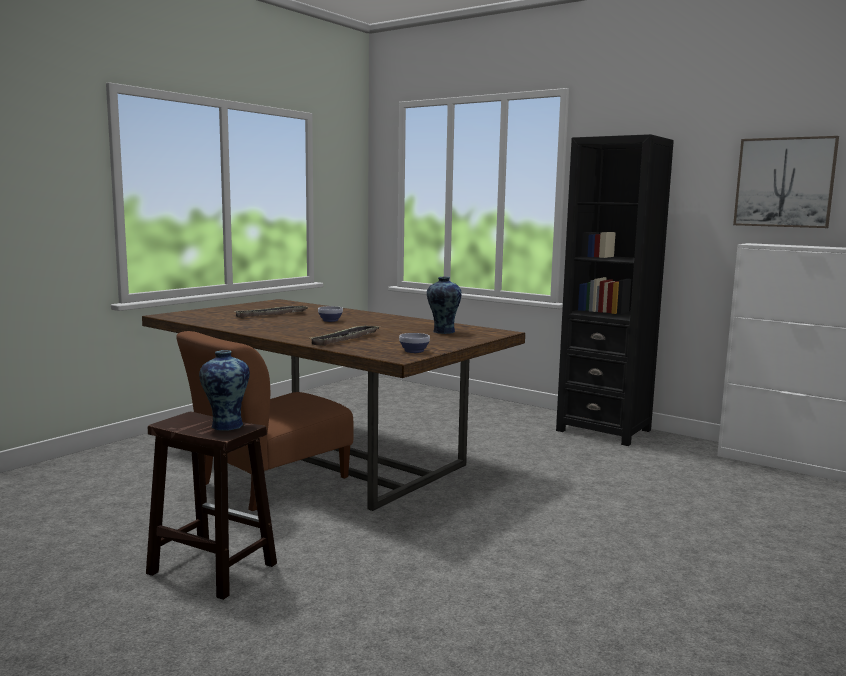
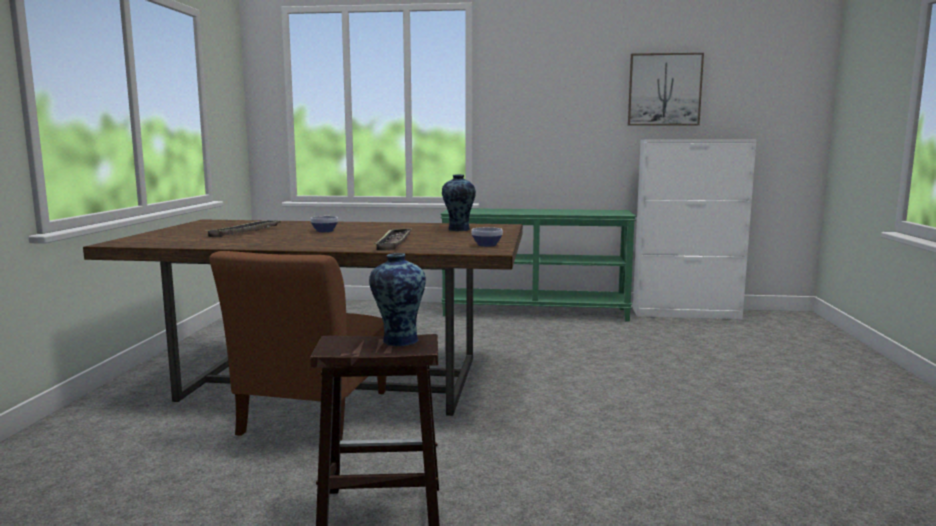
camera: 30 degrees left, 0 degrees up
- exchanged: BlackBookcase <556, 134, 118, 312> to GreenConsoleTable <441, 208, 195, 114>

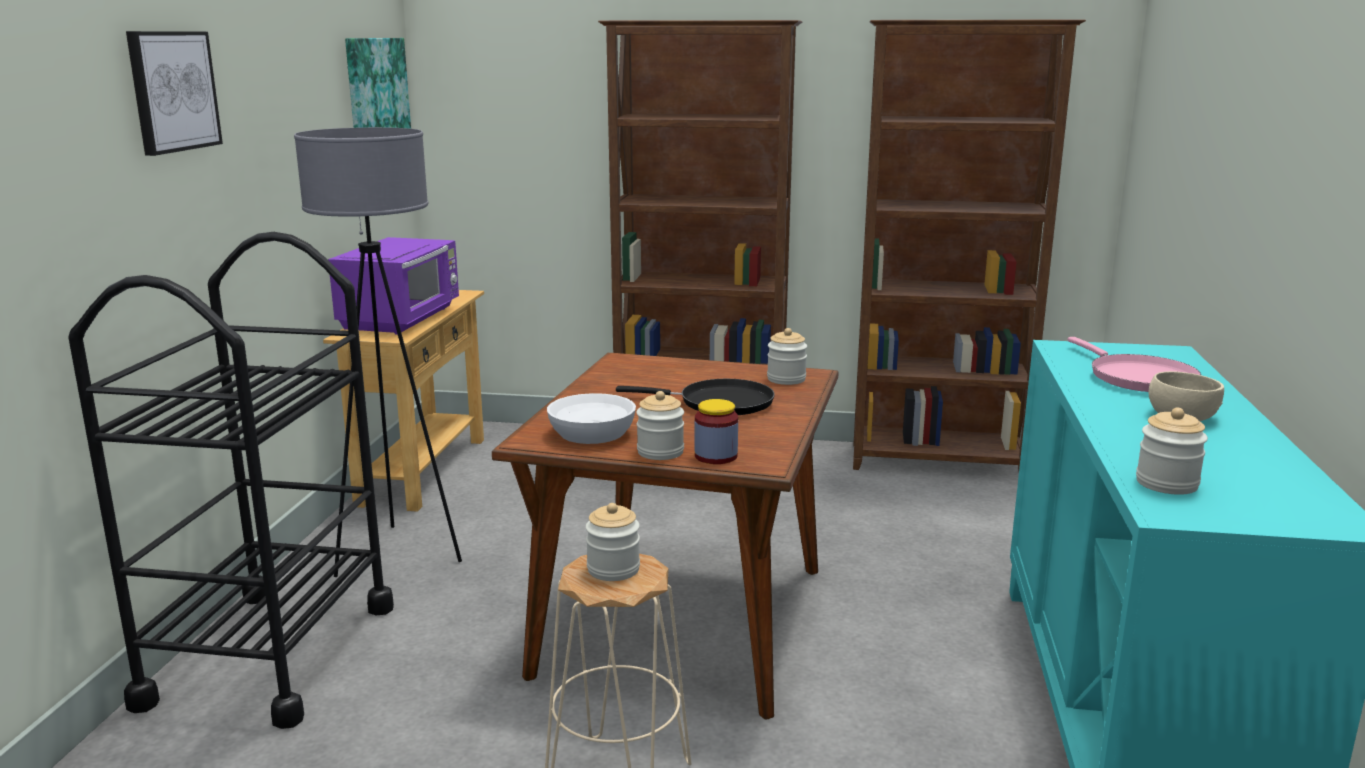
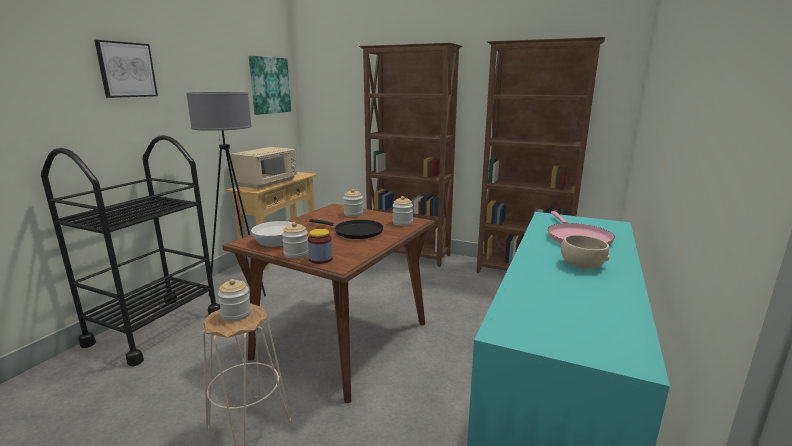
camera: 15 degrees right, 0 degrees up
- colour: PurpleMicrowave <328, 237, 131, 98> to BeigeMicrowave <230, 147, 67, 43>
- relocated: Jar <1136, 407, 72, 88> to <343, 189, 20, 28>

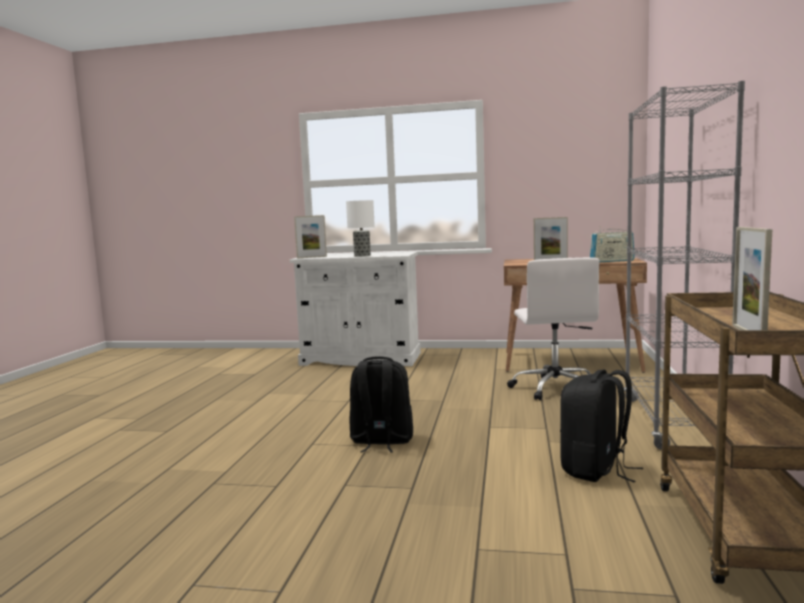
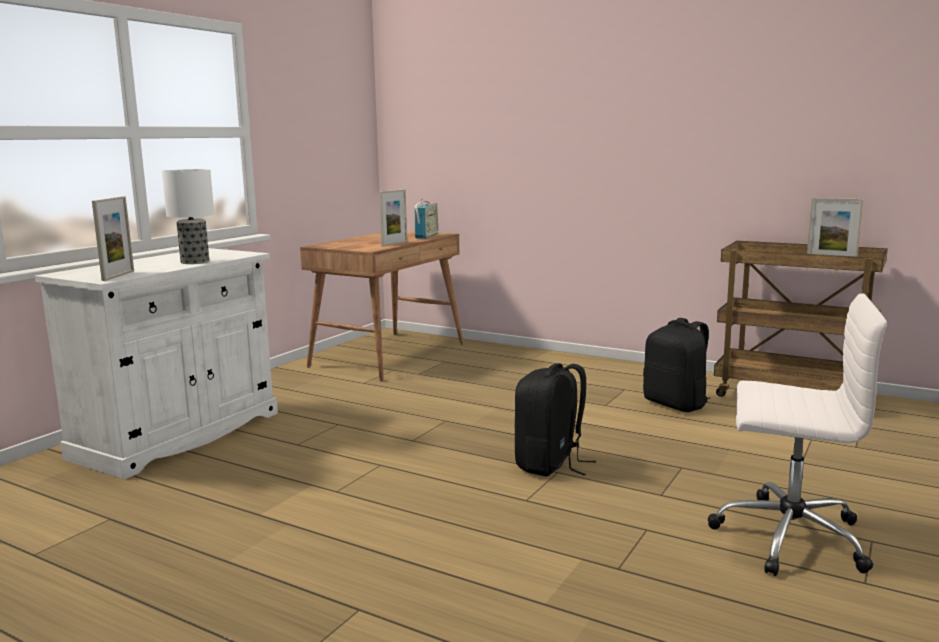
camera: 70 degrees left, 5 degrees up
- missing: GreyBookcase <624, 81, 121, 369>
- relocated: WhiteOfficeChair <507, 257, 93, 143> to <708, 294, 179, 282>

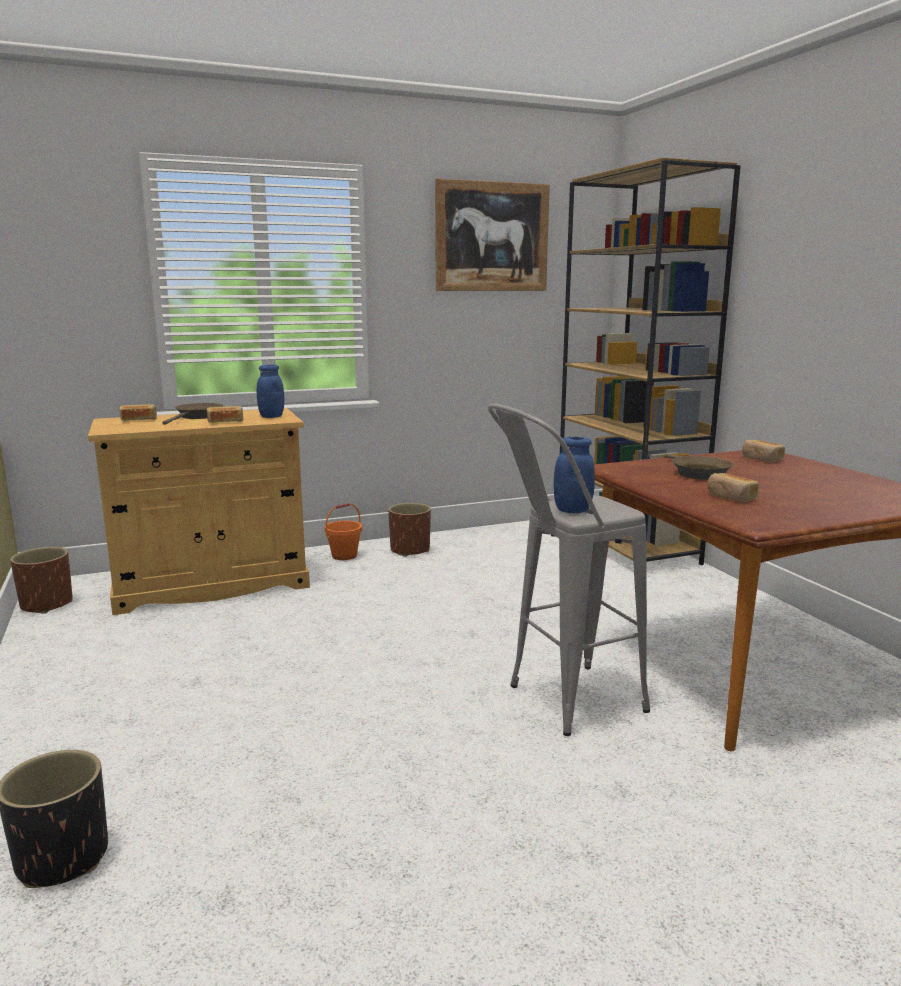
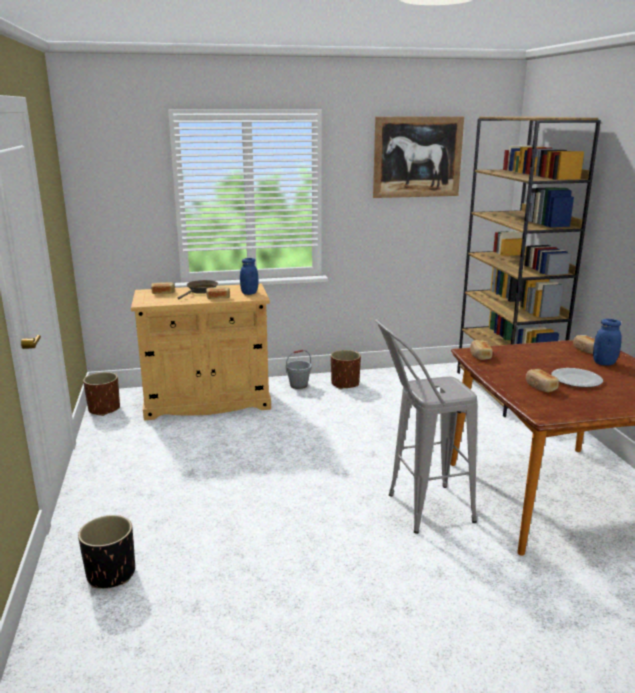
camera: 10 degrees right, 5 degrees up
- relocated: BlueJar <554, 437, 41, 76> to <593, 319, 28, 47>
- missing: BrownFryingPan <665, 454, 68, 26>
- colour: OrangeBucket <325, 503, 37, 57> to GreyBucket <285, 349, 27, 40>
- appeared: Bread <470, 340, 23, 20>
- appeared: Plate <551, 368, 52, 19>

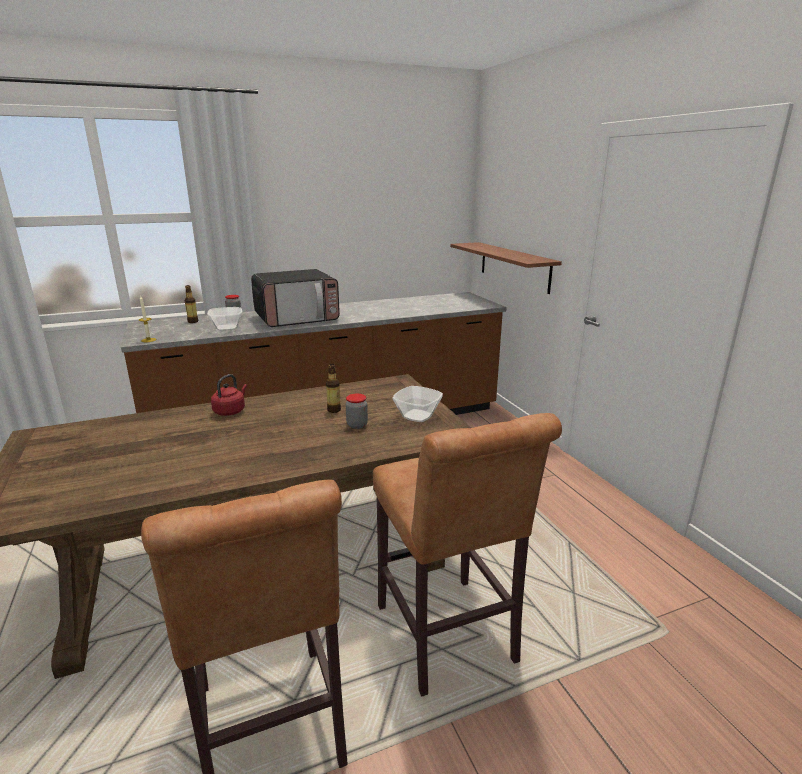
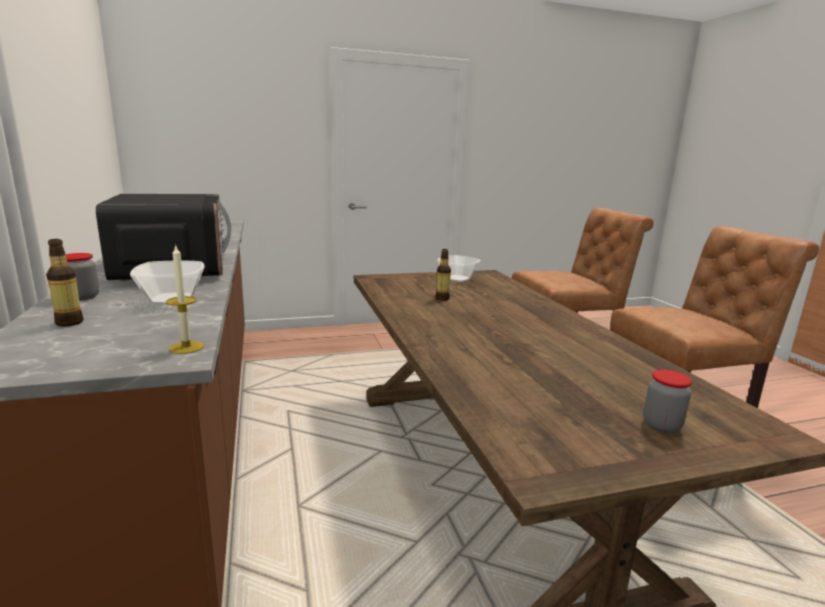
camera: 85 degrees left, 5 degrees down
- missing: Shelf <450, 242, 112, 52>
- missing: RedKettle <211, 374, 36, 42>
- relocated: Jar <346, 394, 22, 35> to <643, 370, 49, 63>

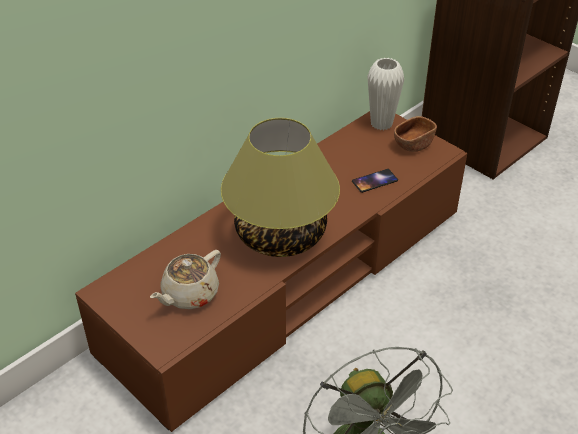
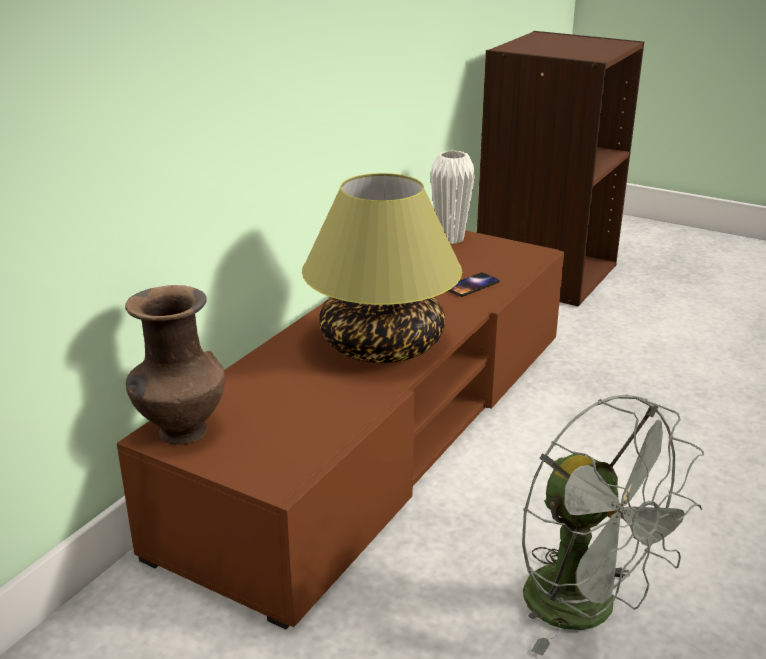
camera: 15 degrees left, 15 degrees down
- missing: BrownBowl <394, 116, 43, 36>
- missing: BeigeTeapot <150, 250, 71, 59>
- appeared: BrownVase <125, 285, 100, 160>

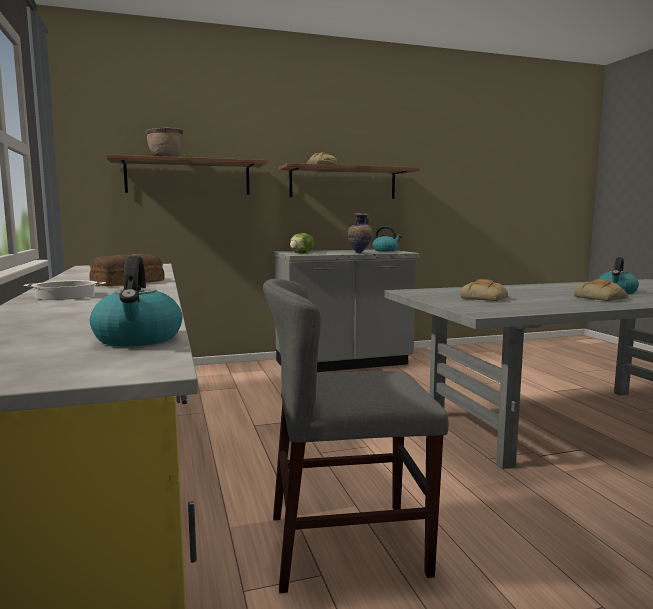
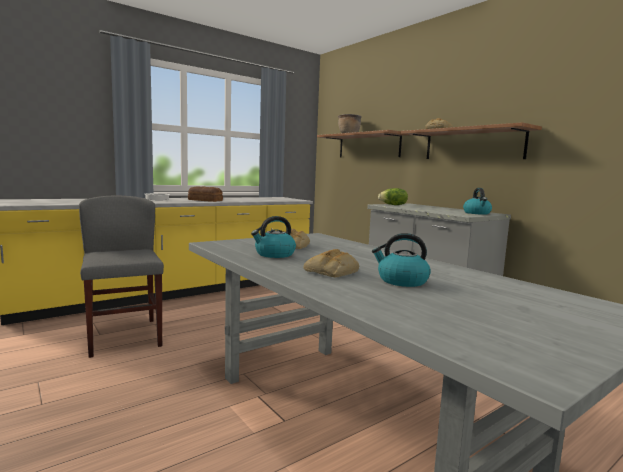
camera: 70 degrees right, 0 degrees up
- missing: Vase <348, 213, 25, 40>
- relocated: Kettle <90, 256, 92, 91> to <251, 216, 45, 42>

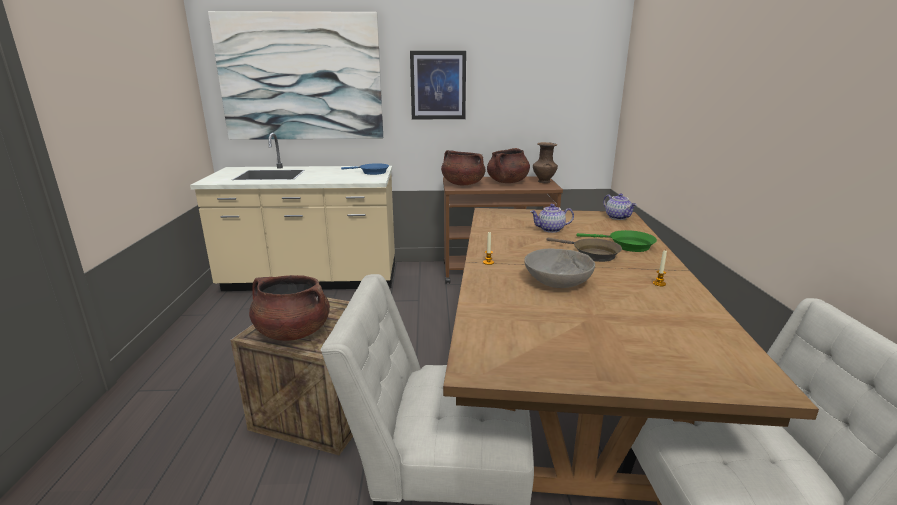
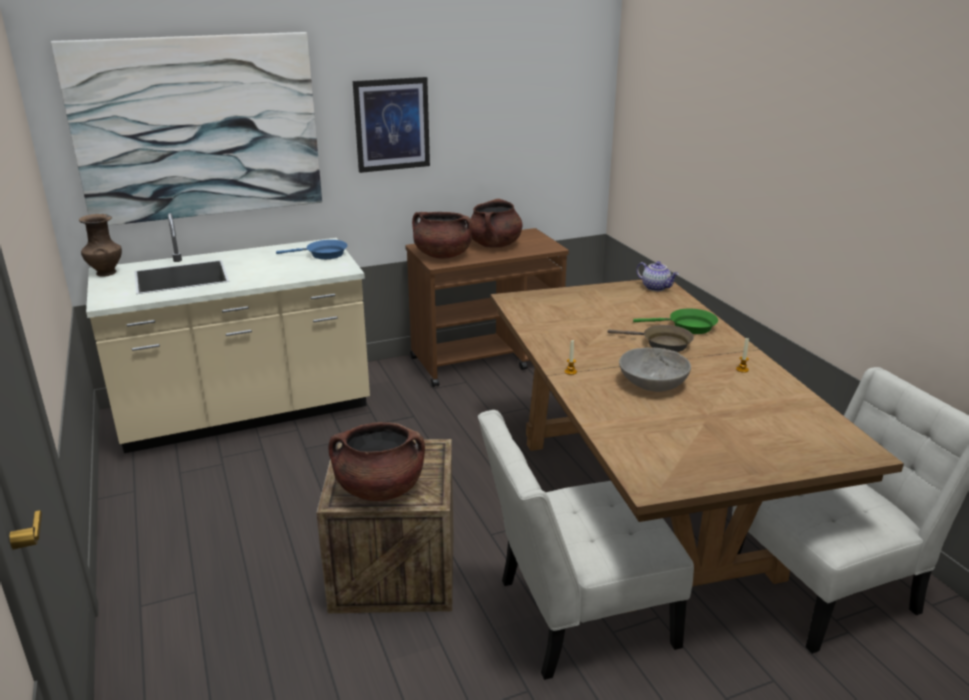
camera: 20 degrees left, 5 degrees up
- relocated: BrownVase <533, 142, 25, 41> to <79, 214, 43, 63>
- missing: Teapot <530, 204, 44, 29>

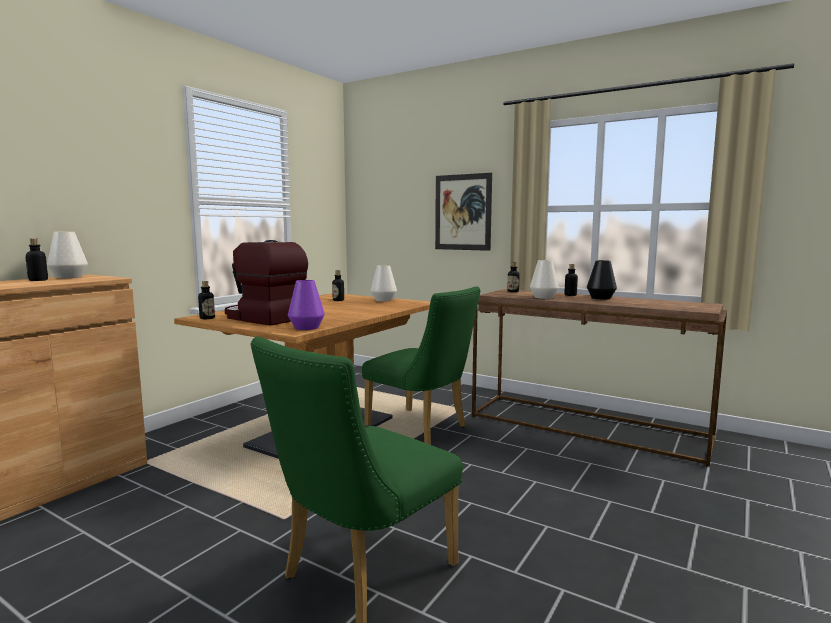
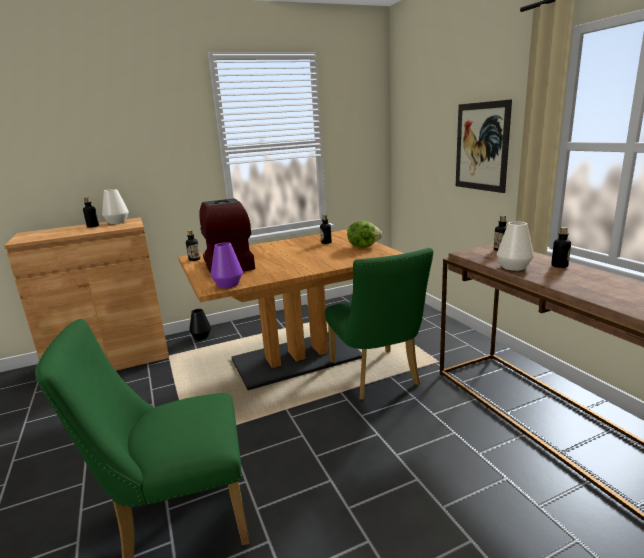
camera: 35 degrees right, 10 degrees up
- relocated: BlackVase <587, 260, 30, 40> to <189, 309, 22, 31>
- exchanged: WhiteVase <371, 265, 26, 37> to Lettuce <347, 220, 35, 28>

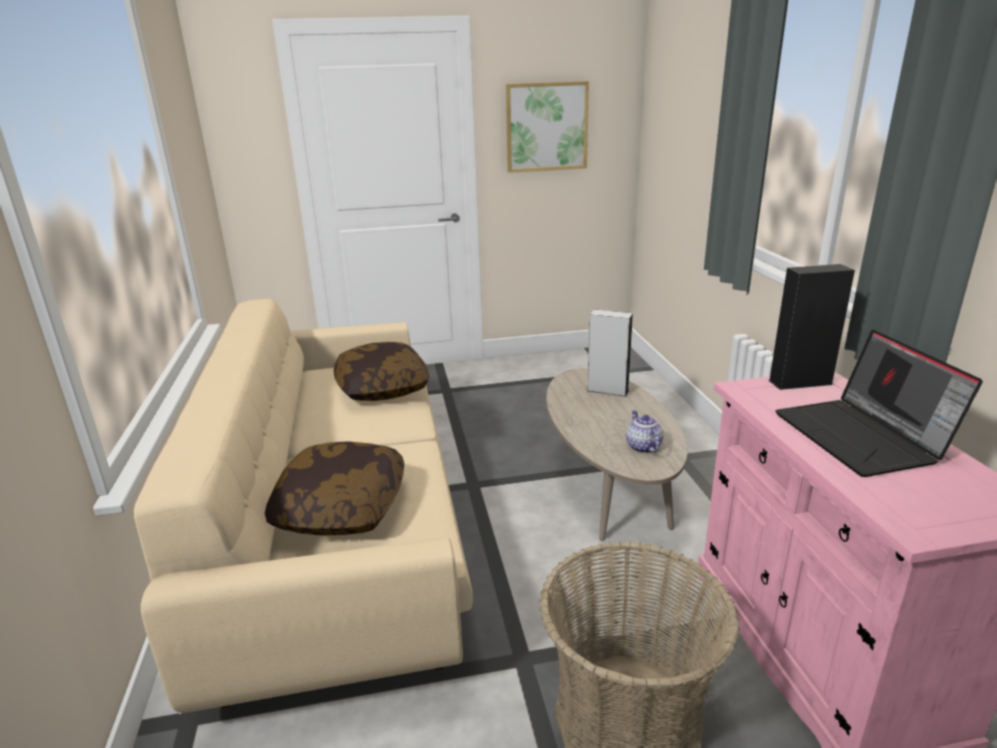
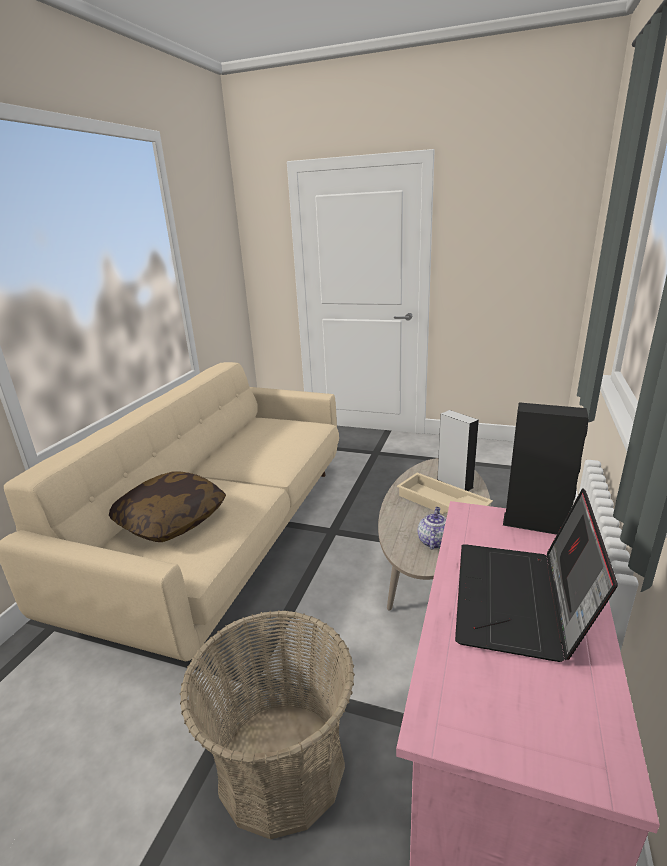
camera: 30 degrees right, 0 degrees up
- missing: Picture <506, 81, 83, 92>
- missing: Pillow <333, 342, 97, 59>
- appeared: BeigeTray <397, 473, 96, 41>

